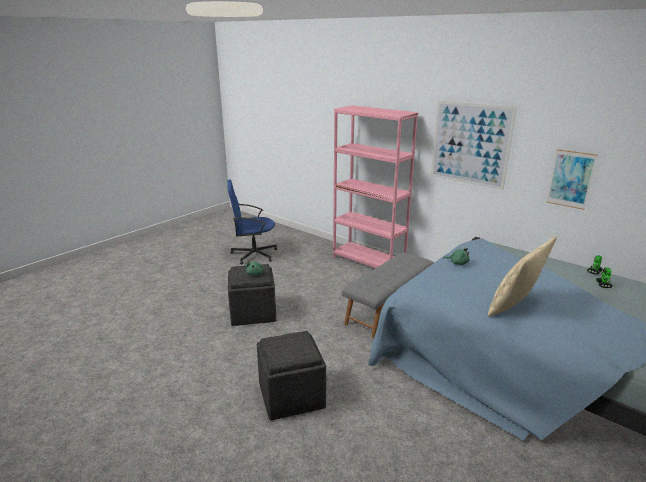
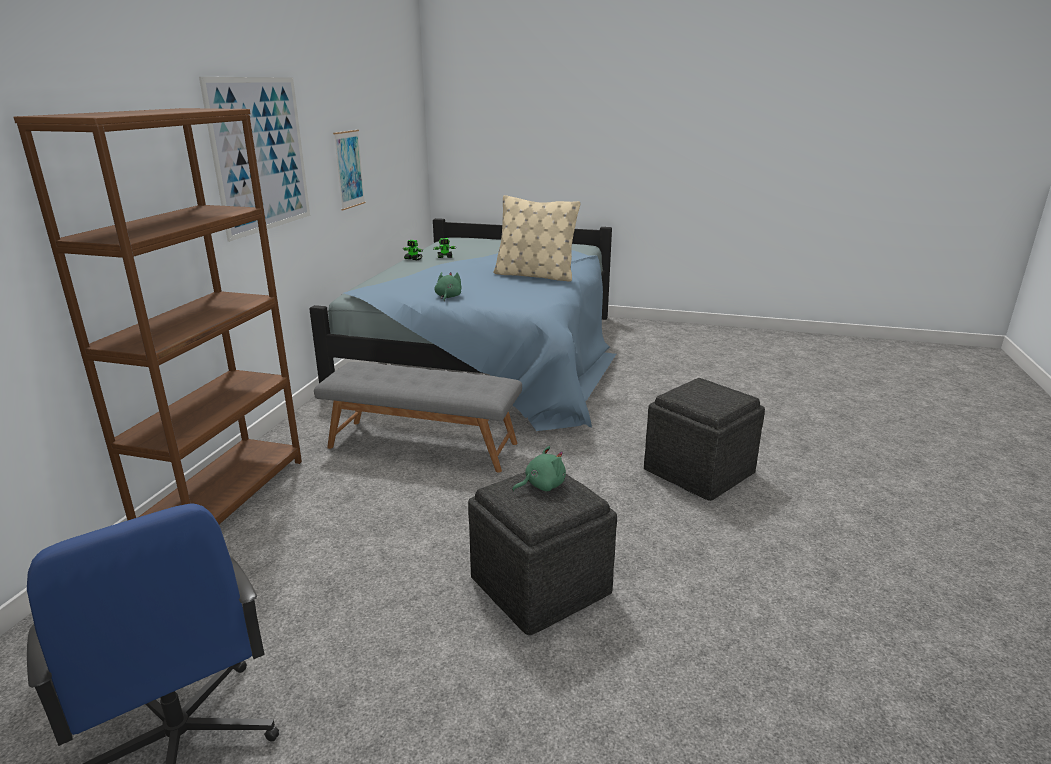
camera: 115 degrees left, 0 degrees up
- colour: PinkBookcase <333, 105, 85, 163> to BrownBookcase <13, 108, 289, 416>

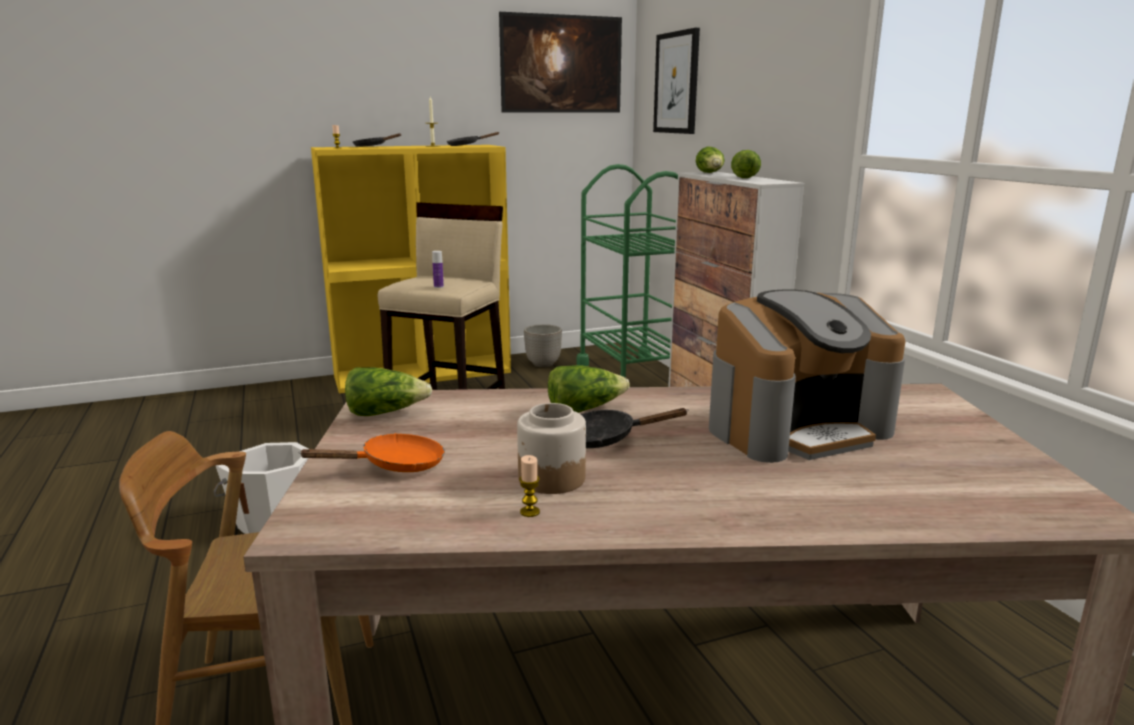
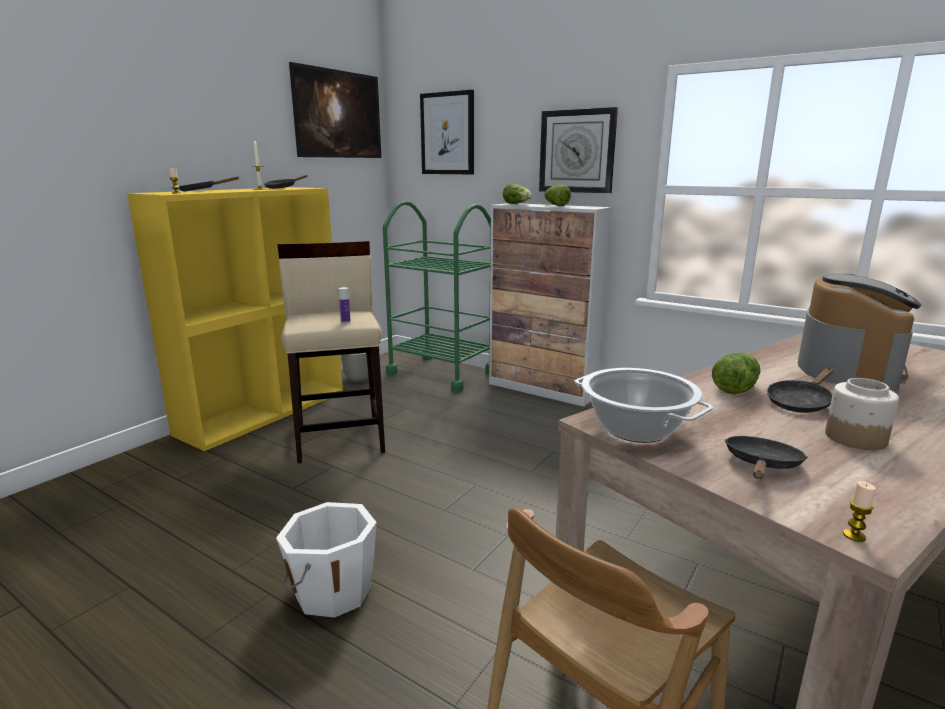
camera: 35 degrees left, 0 degrees up
- exchanged: Lettuce <345, 367, 87, 49> to CookingPot <574, 368, 139, 75>
- colour: OrangeFryingPan <298, 433, 147, 39> to BlackFryingPan <725, 436, 82, 43>
- relocated: Candle <519, 455, 21, 62> to <843, 481, 33, 61>
- appeared: WallClock <539, 107, 79, 86>

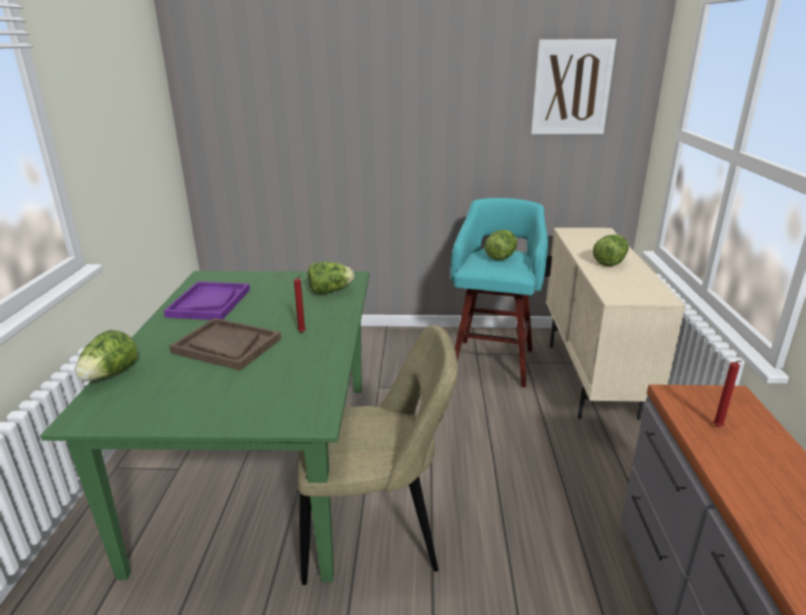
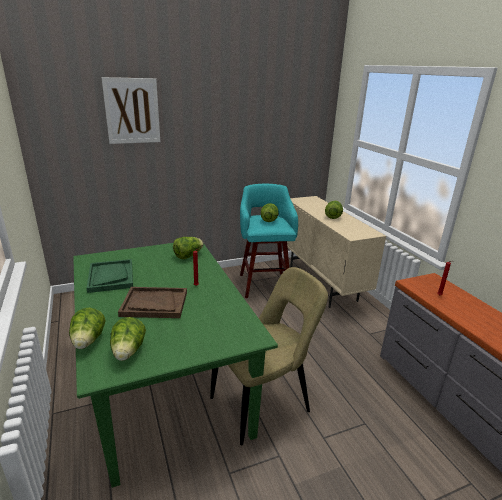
camera: 25 degrees left, 0 degrees up
- relocated: Picture <531, 39, 85, 95> to <101, 77, 59, 67>
- colour: PurpleTray <164, 281, 86, 39> to GreenTray <87, 259, 46, 34>
- appeared: Lettuce <110, 317, 36, 44>

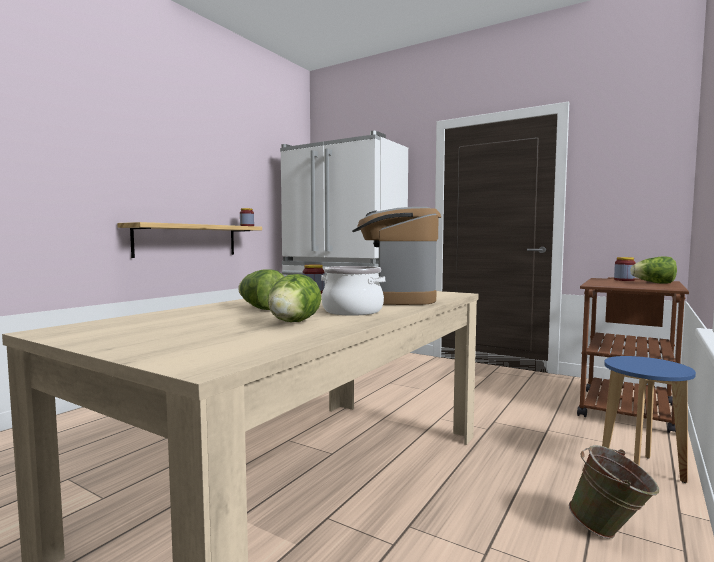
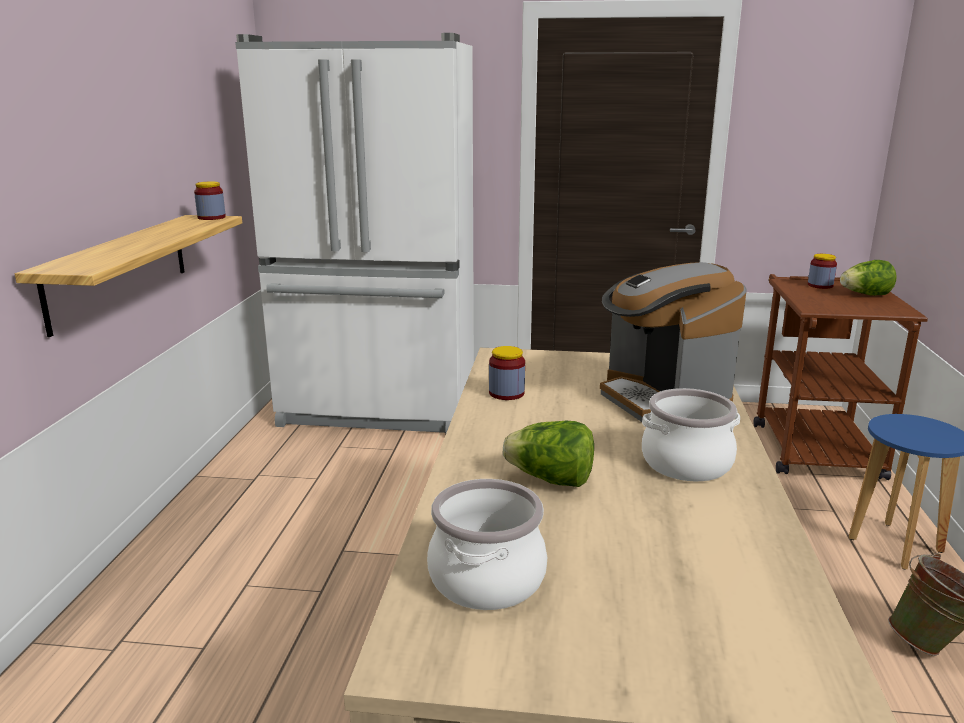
camera: 25 degrees left, 15 degrees up
- missing: Lettuce <268, 274, 53, 48>
- appeared: CookingPot <427, 479, 120, 131>

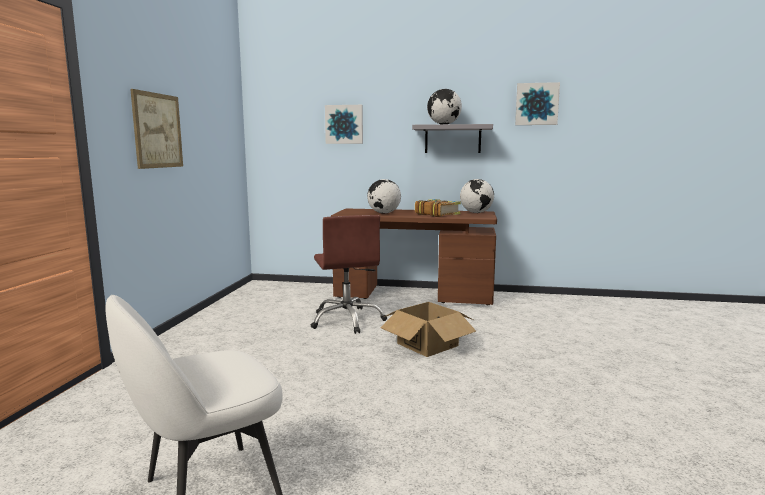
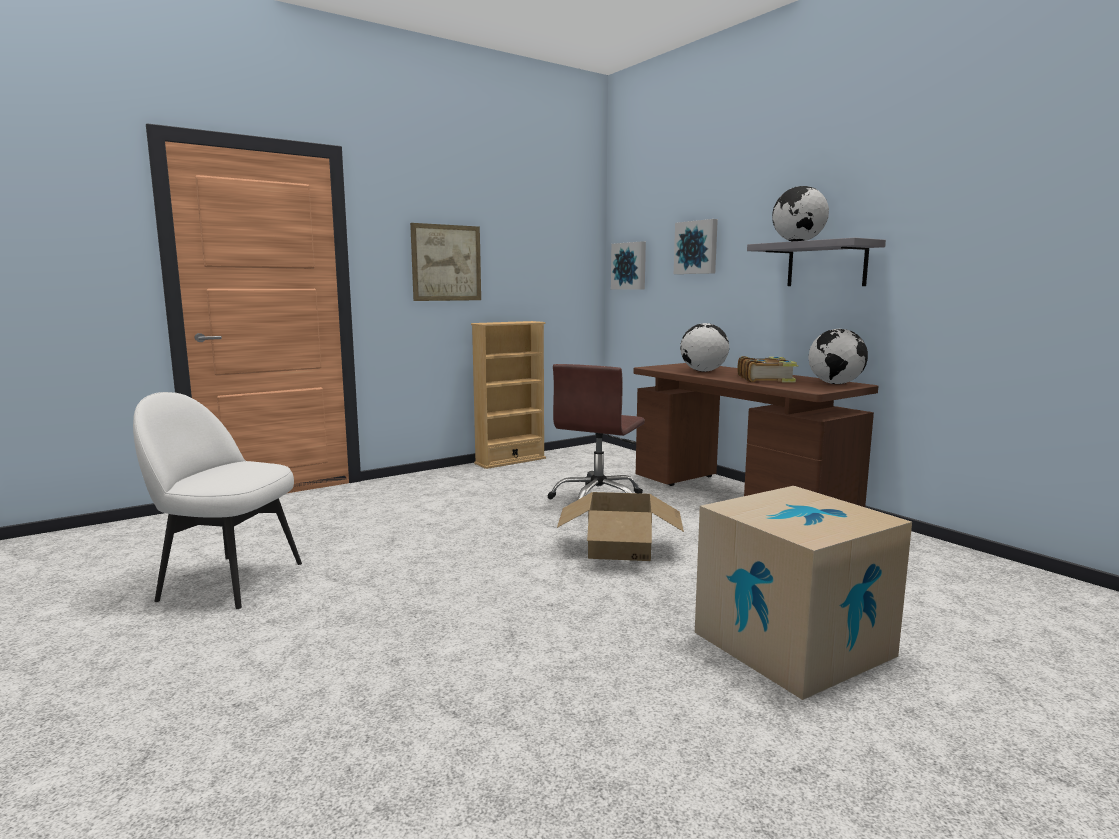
camera: 45 degrees right, 0 degrees up
- relocated: Picture <515, 82, 45, 43> to <611, 241, 35, 49>
- appeared: BeigeBookcase <471, 321, 75, 148>
- appeared: CardboardBox <695, 486, 217, 214>

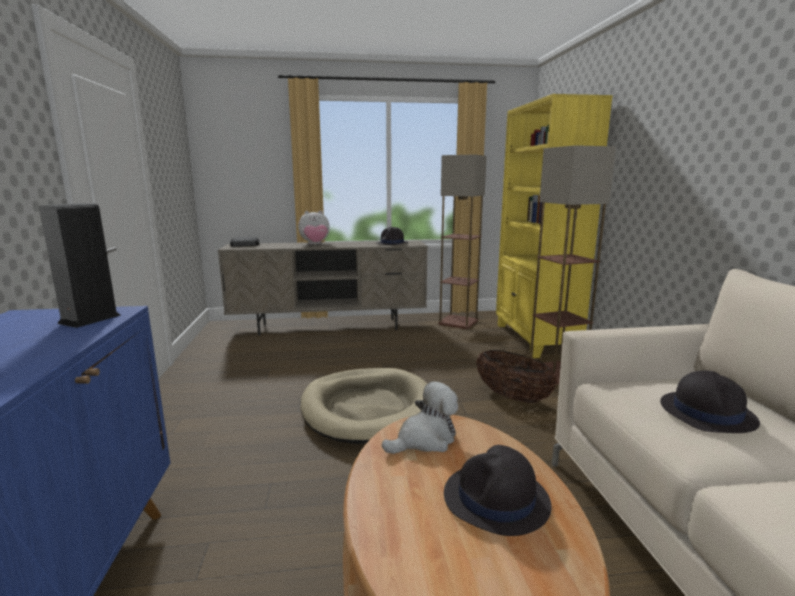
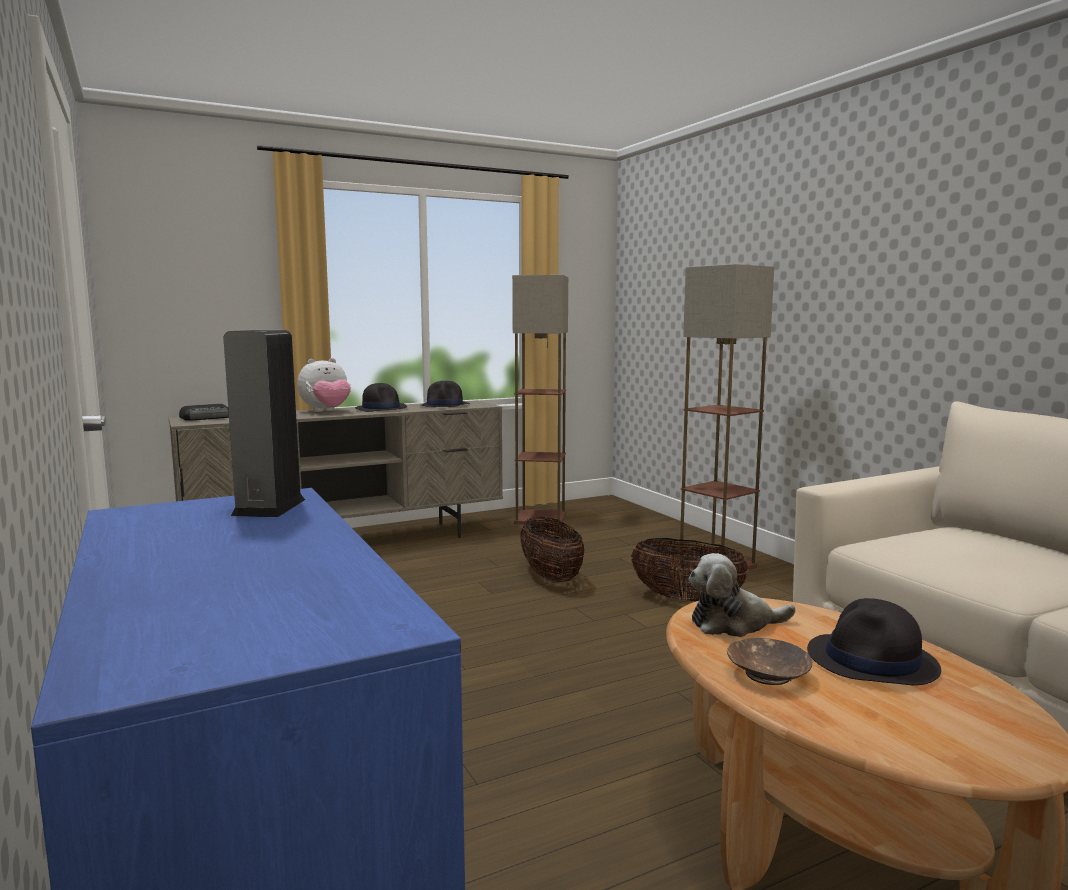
camera: 20 degrees left, 5 degrees down
- missing: YellowBookcase <496, 94, 117, 264>
- missing: BeigeDogBed <300, 368, 127, 76>
- relocated: BlackHat <660, 371, 100, 62> to <355, 383, 52, 29>
- spun: PlushToy <382, 381, 76, 73> = <689, 553, 106, 84> 135 degrees counterclockwise
- appeared: Basket <520, 517, 64, 65>
- appeared: BrownBowl <727, 638, 85, 47>

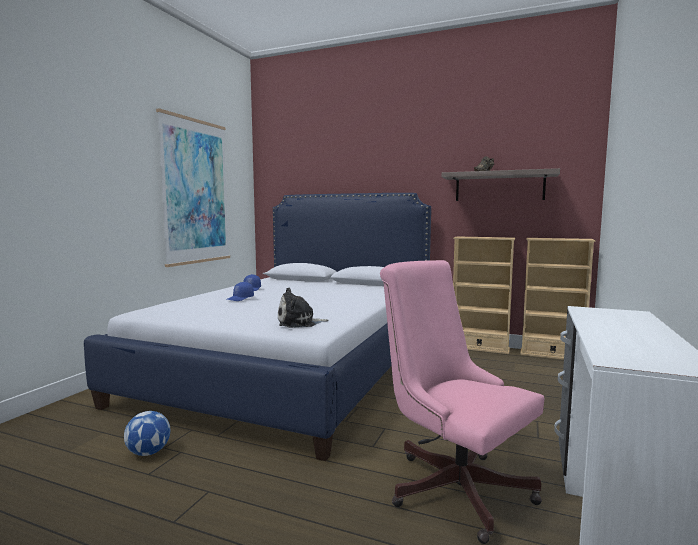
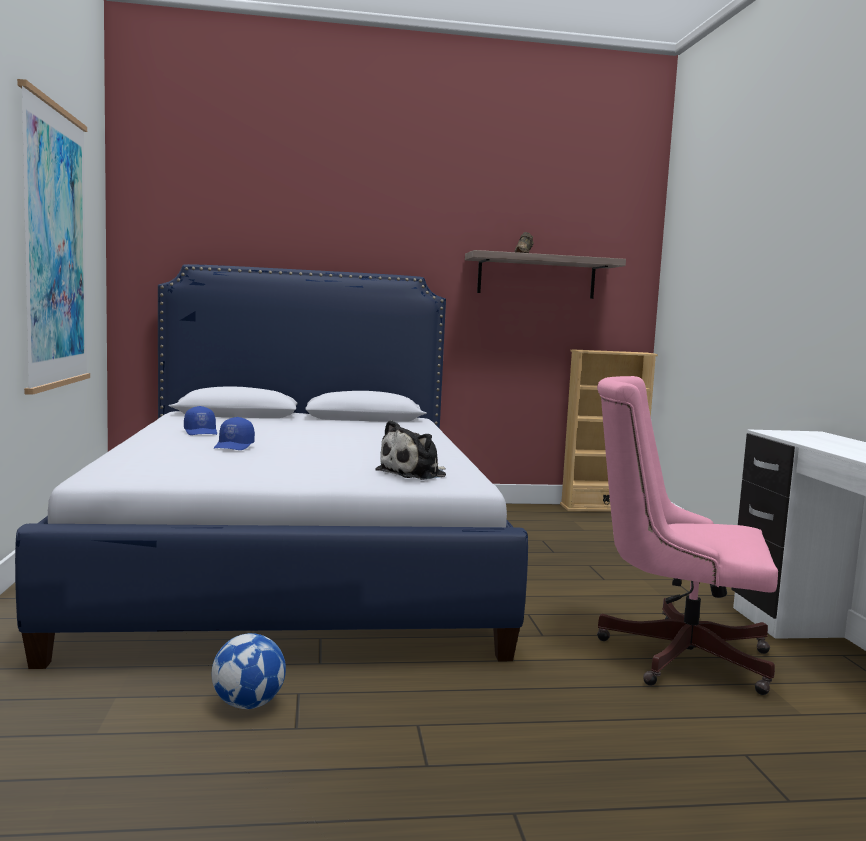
camera: 30 degrees left, 0 degrees up
- missing: BeigeBookcase <453, 236, 62, 118>

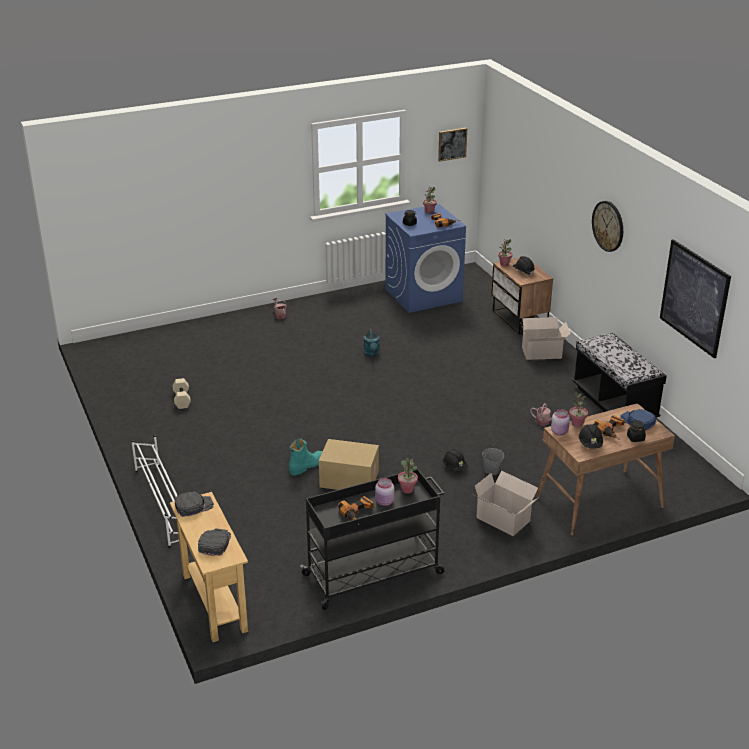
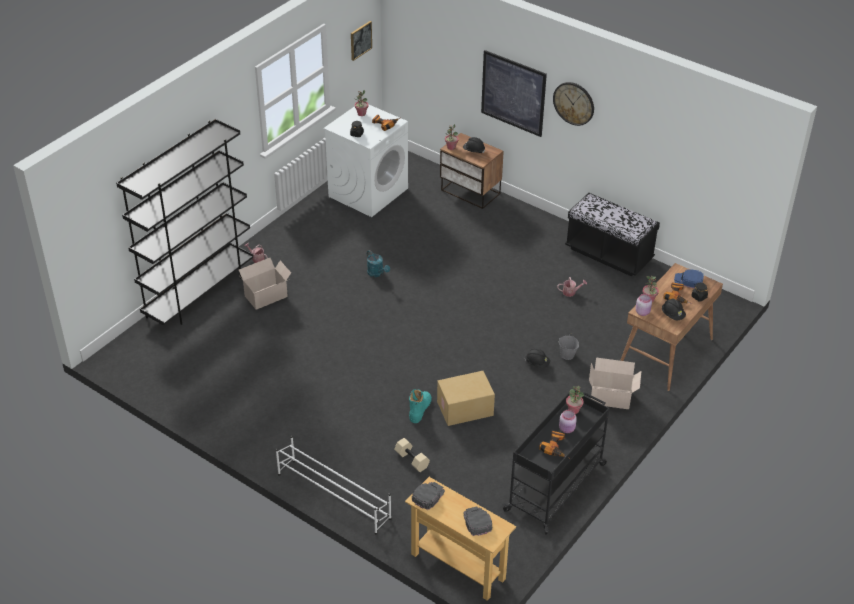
camera: 30 degrees left, 10 degrees up
- colour: BlueWashingMachine <385, 204, 81, 109> to WhiteWashingMachine <323, 104, 85, 113>
- relocated: Picture <660, 239, 71, 119> to <481, 50, 66, 87>
- relocated: CardboardBox <520, 317, 51, 43> to <239, 258, 52, 52>
- relocated: BeigeDumbbell <172, 378, 19, 31> to <394, 438, 36, 34>
- appeared: BlackBookcase <116, 119, 137, 207>

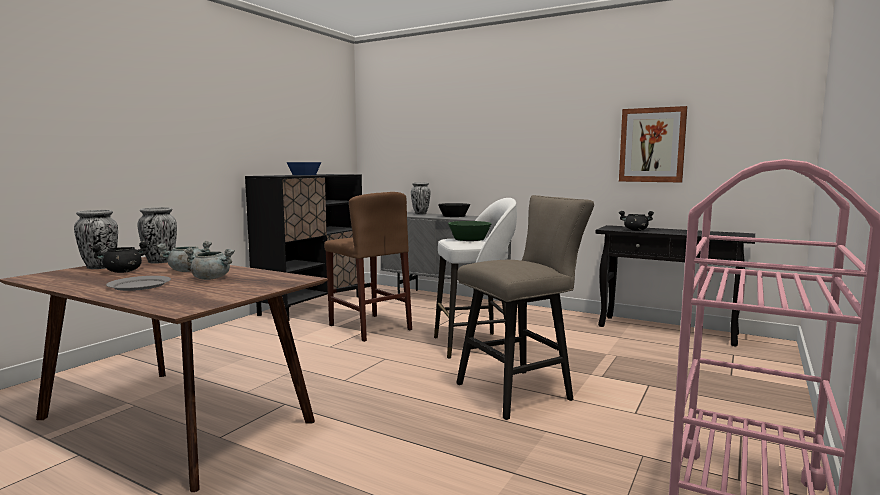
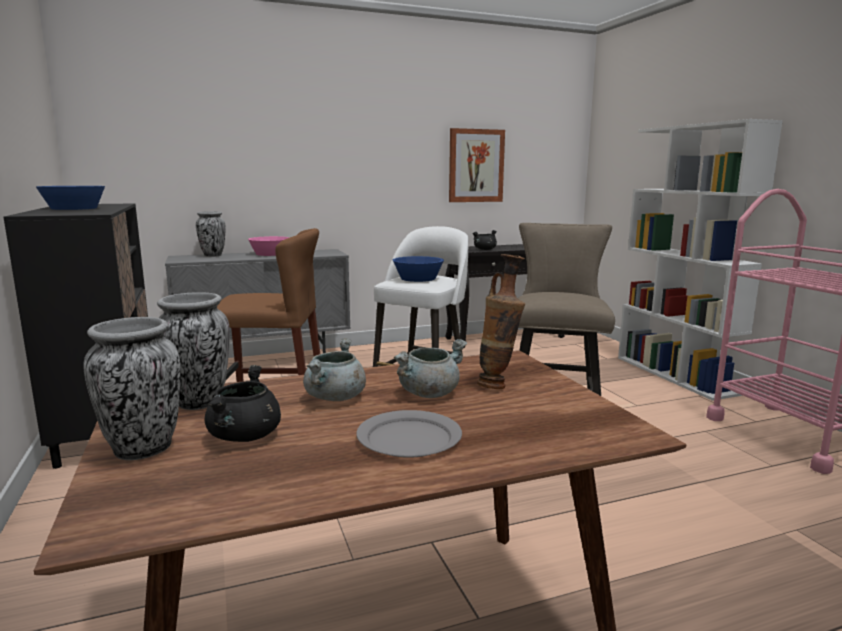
camera: 50 degrees left, 5 degrees up
- colour: BlackBowl <438, 203, 32, 14> to PinkBowl <248, 236, 42, 20>
- colour: GreenBowl <448, 221, 44, 20> to BlueBowl <392, 256, 52, 26>
- appeared: WhiteBookcase <618, 119, 165, 282>
- appeared: Vase <477, 254, 48, 135>

